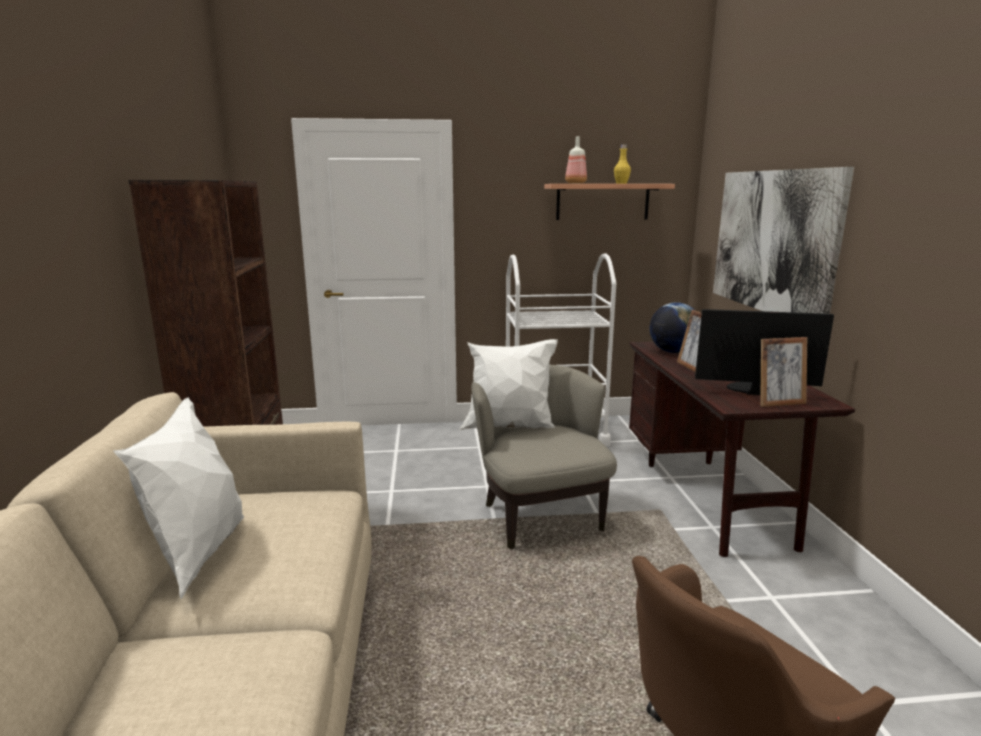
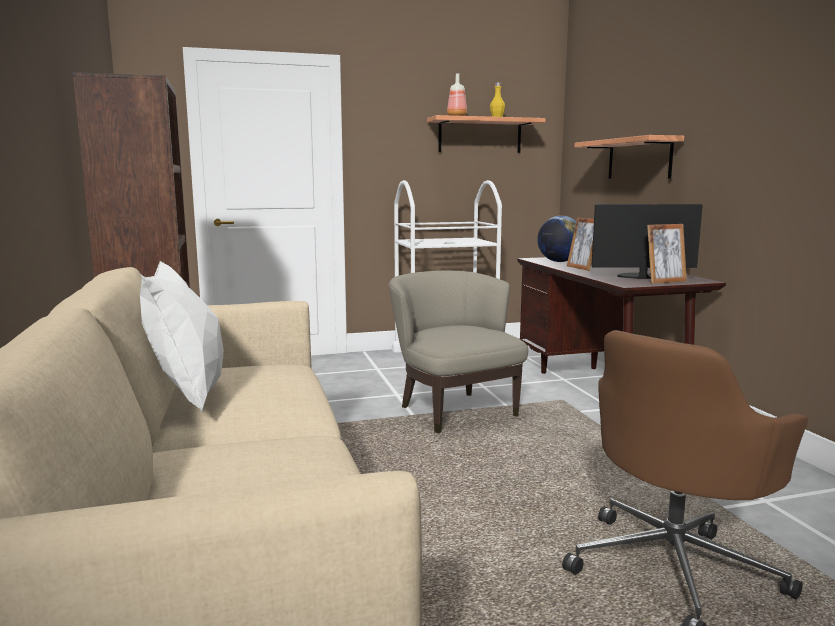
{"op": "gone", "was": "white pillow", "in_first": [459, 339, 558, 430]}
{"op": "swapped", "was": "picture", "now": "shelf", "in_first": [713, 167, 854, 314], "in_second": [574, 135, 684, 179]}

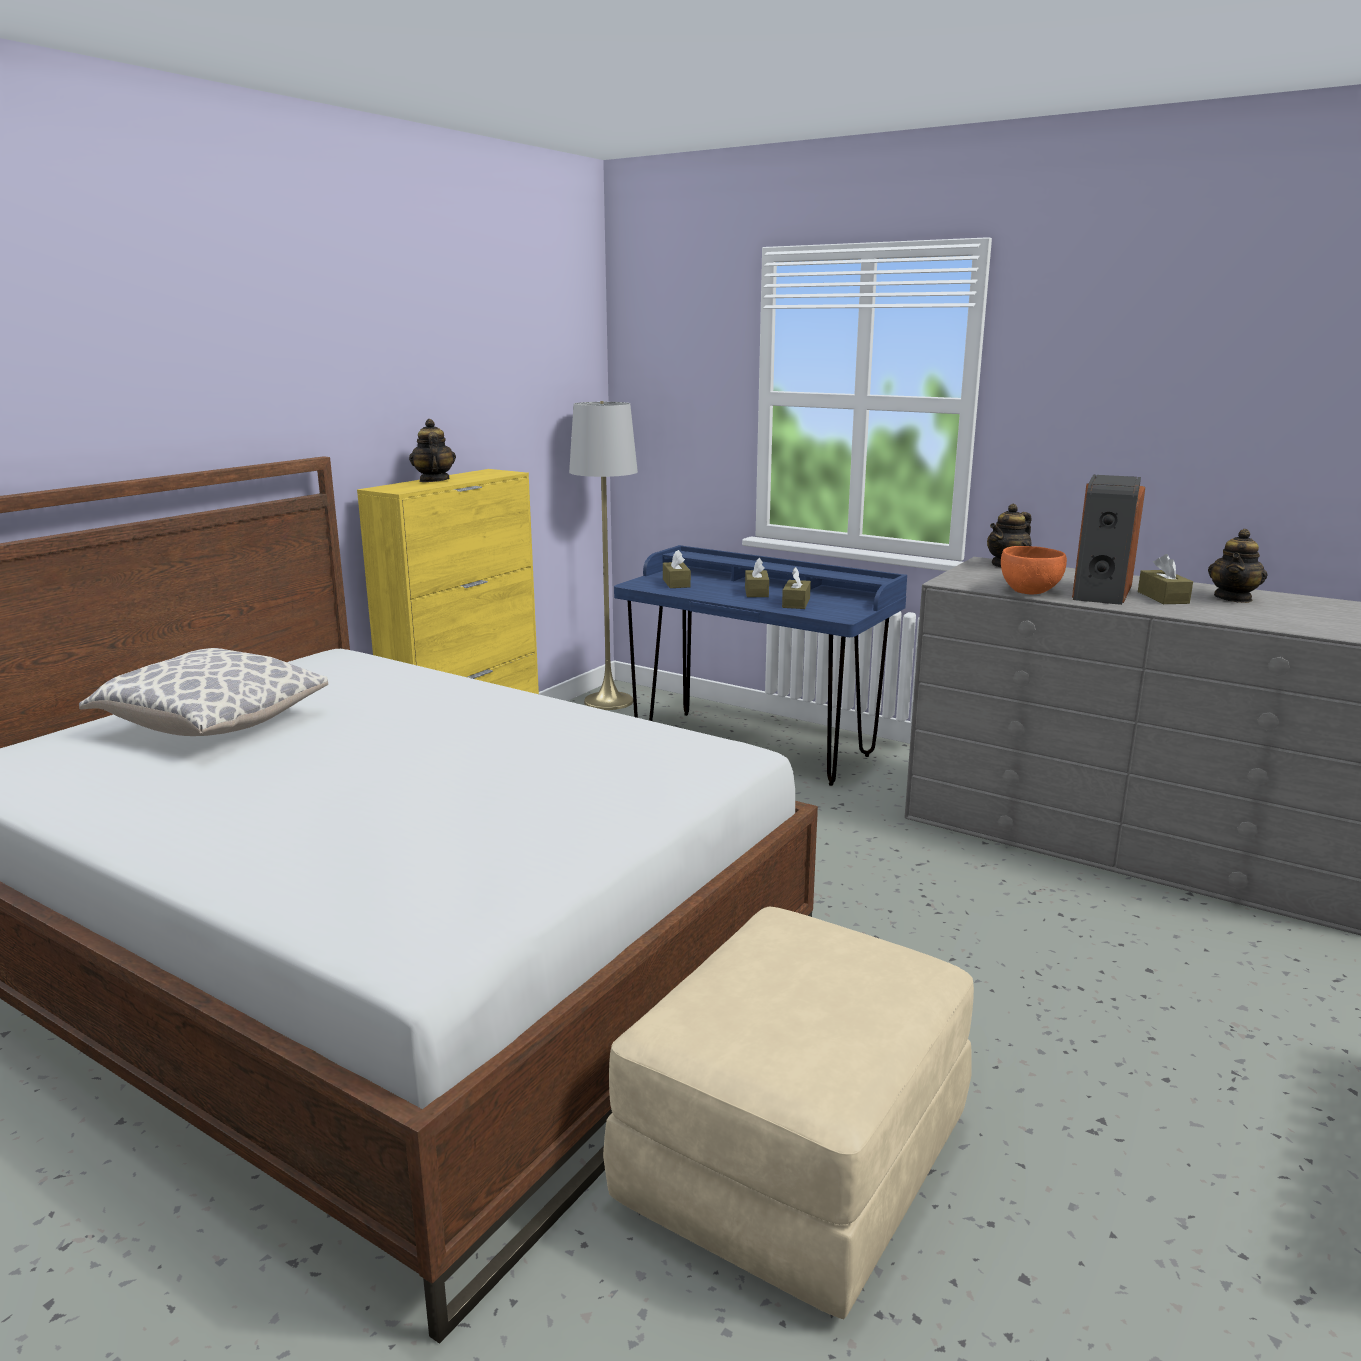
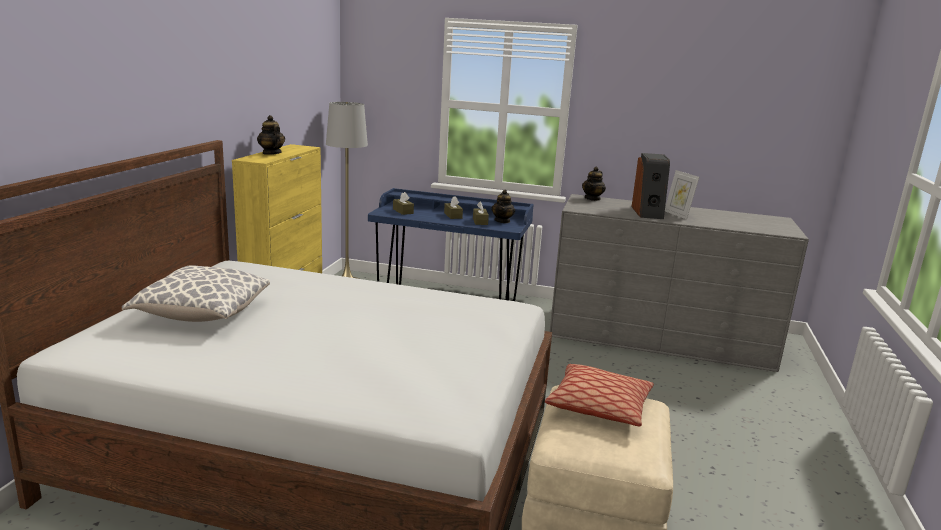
{"op": "gone", "was": "orange bowl", "in_first": [1001, 546, 1067, 594]}
{"op": "swapped", "was": "brown tissue box", "now": "picture frame", "in_first": [1138, 554, 1193, 604], "in_second": [665, 170, 699, 219]}
{"op": "shifted", "was": "teapot", "in_first": [1208, 529, 1268, 603], "in_second": [491, 190, 515, 223]}
{"op": "new", "now": "pillow", "in_second": [545, 364, 654, 426]}

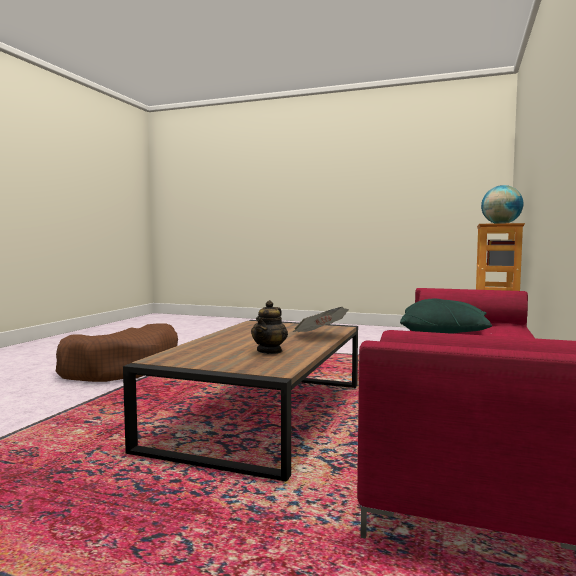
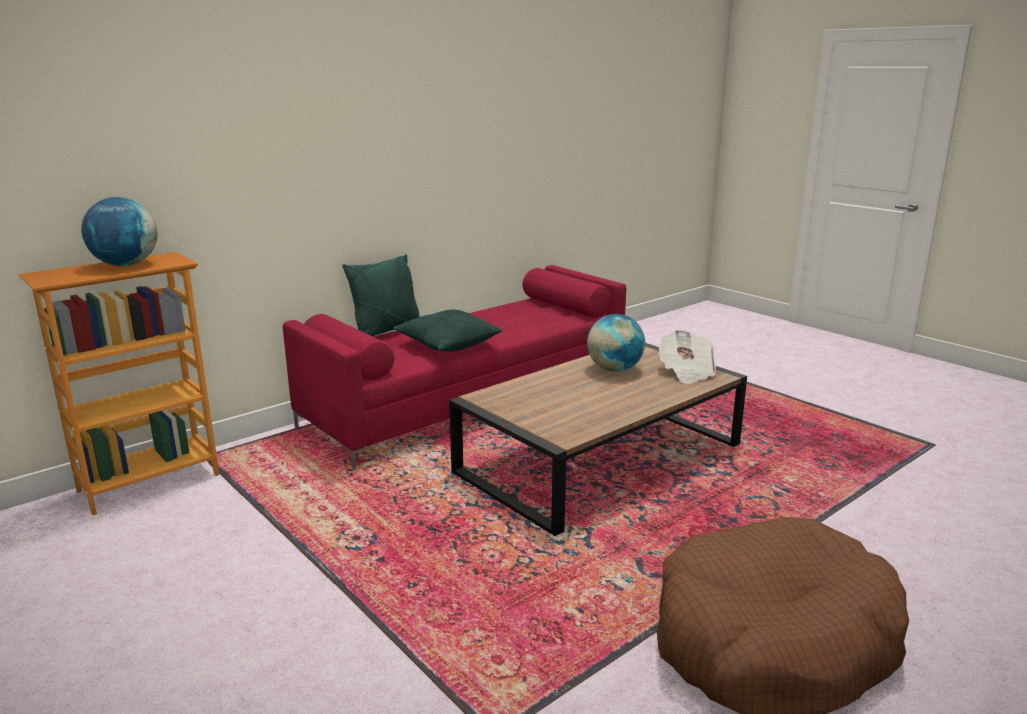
{"op": "swapped", "was": "teapot", "now": "globe", "in_first": [251, 300, 288, 354], "in_second": [587, 314, 645, 372]}
{"op": "shifted", "was": "newspaper", "in_first": [292, 307, 349, 332], "in_second": [658, 329, 716, 384]}
{"op": "new", "now": "green pillow", "in_second": [342, 254, 420, 337]}

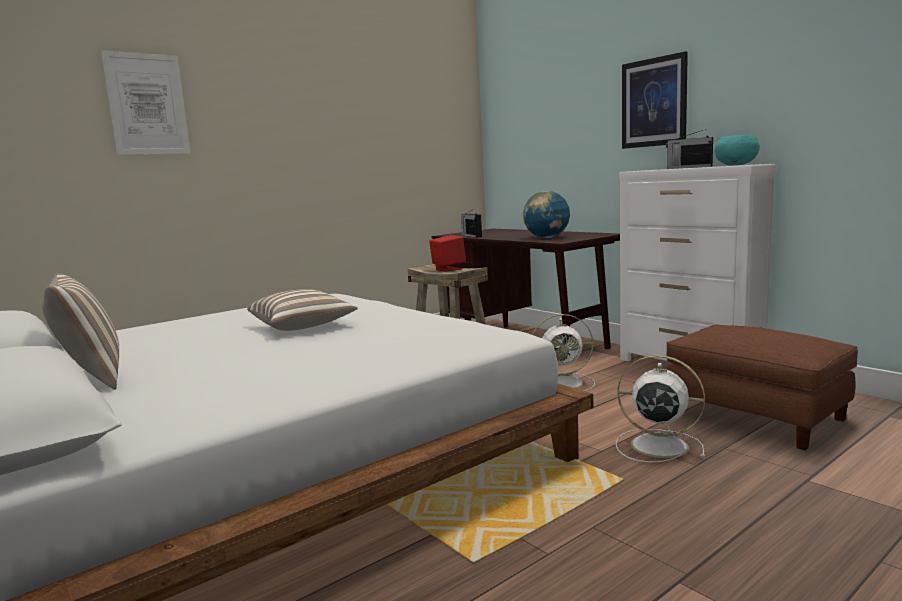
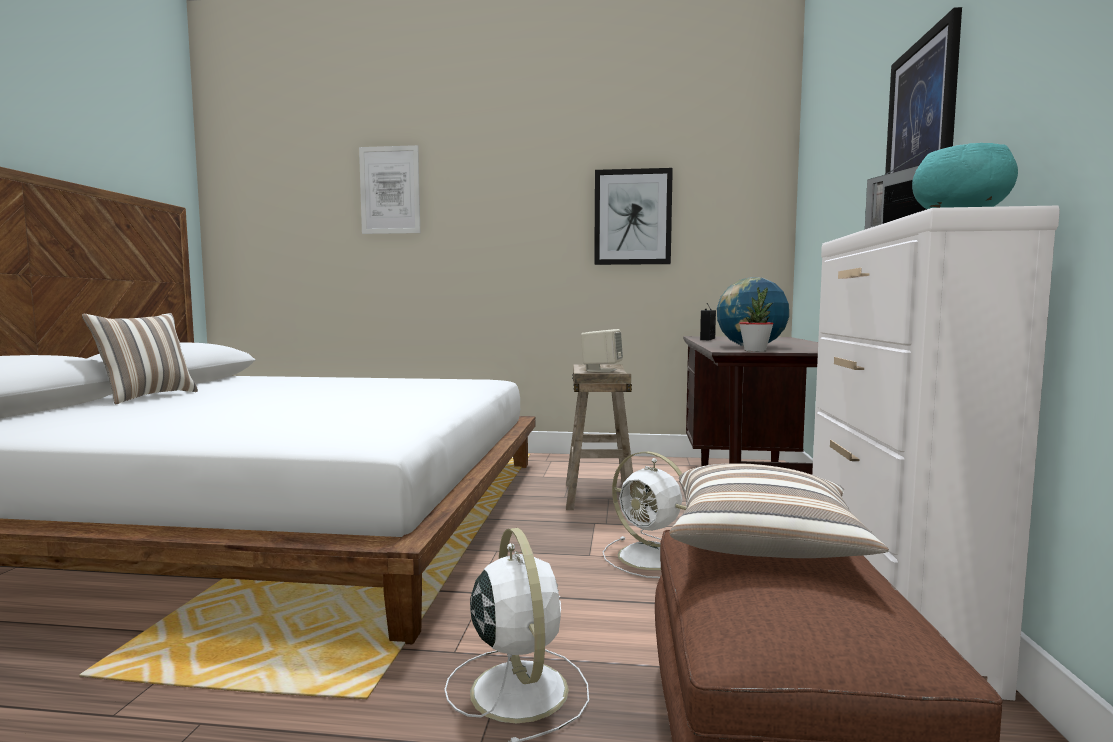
{"op": "shifted", "was": "pillow", "in_first": [247, 289, 358, 331], "in_second": [669, 463, 889, 558]}
{"op": "repainted", "was": "red speaker", "now": "beige speaker", "in_first": [429, 235, 466, 271], "in_second": [581, 329, 623, 373]}
{"op": "new", "now": "picture", "in_second": [594, 168, 673, 265]}
{"op": "new", "now": "potted plant", "in_second": [739, 287, 774, 352]}

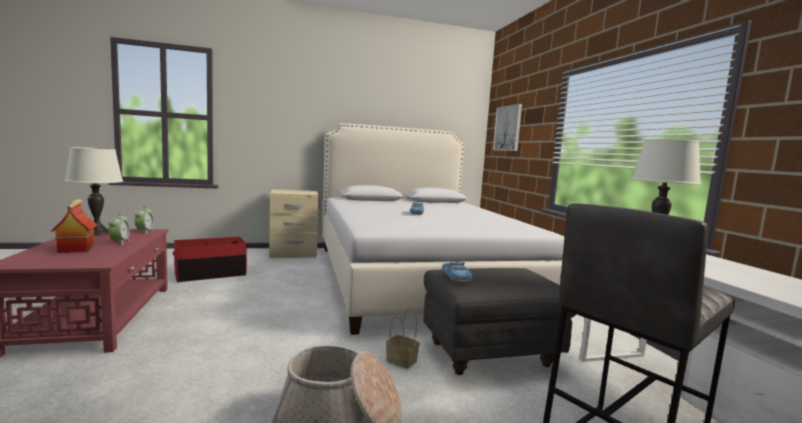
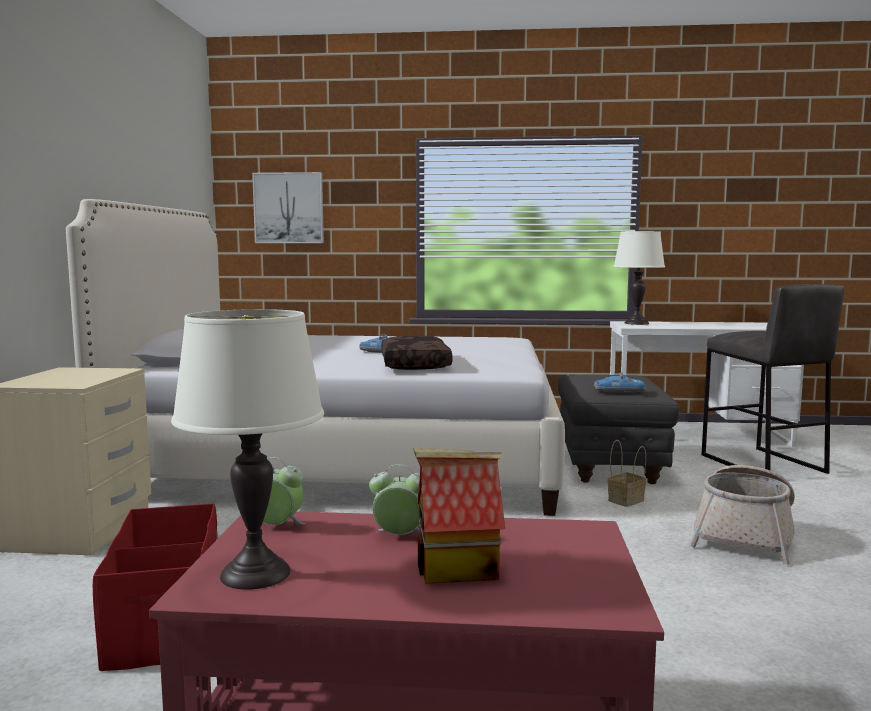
{"op": "new", "now": "brown pillow", "in_second": [381, 336, 452, 370]}

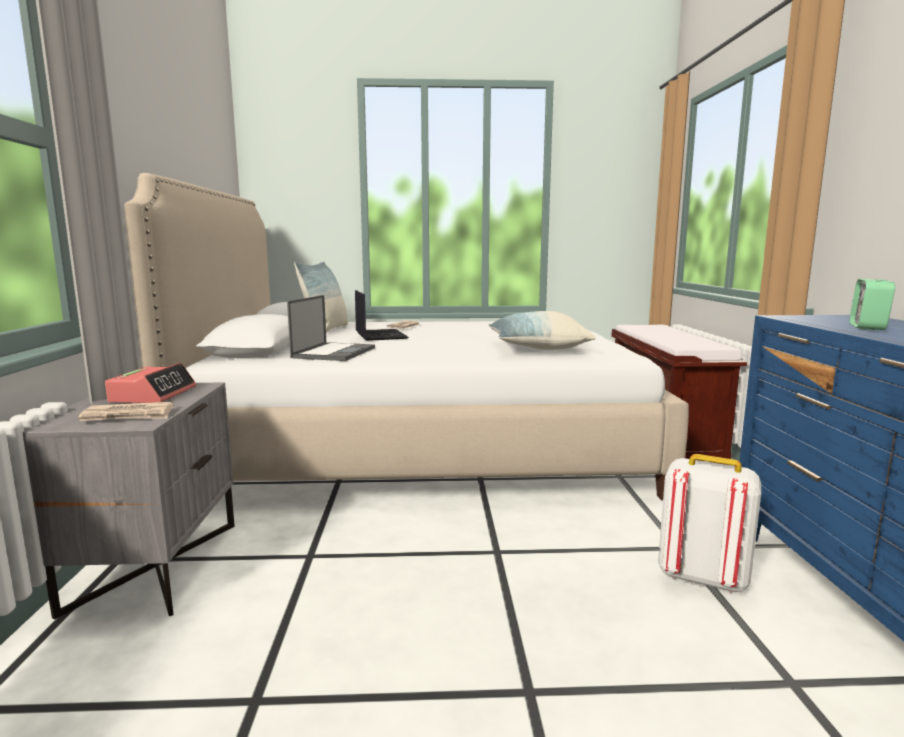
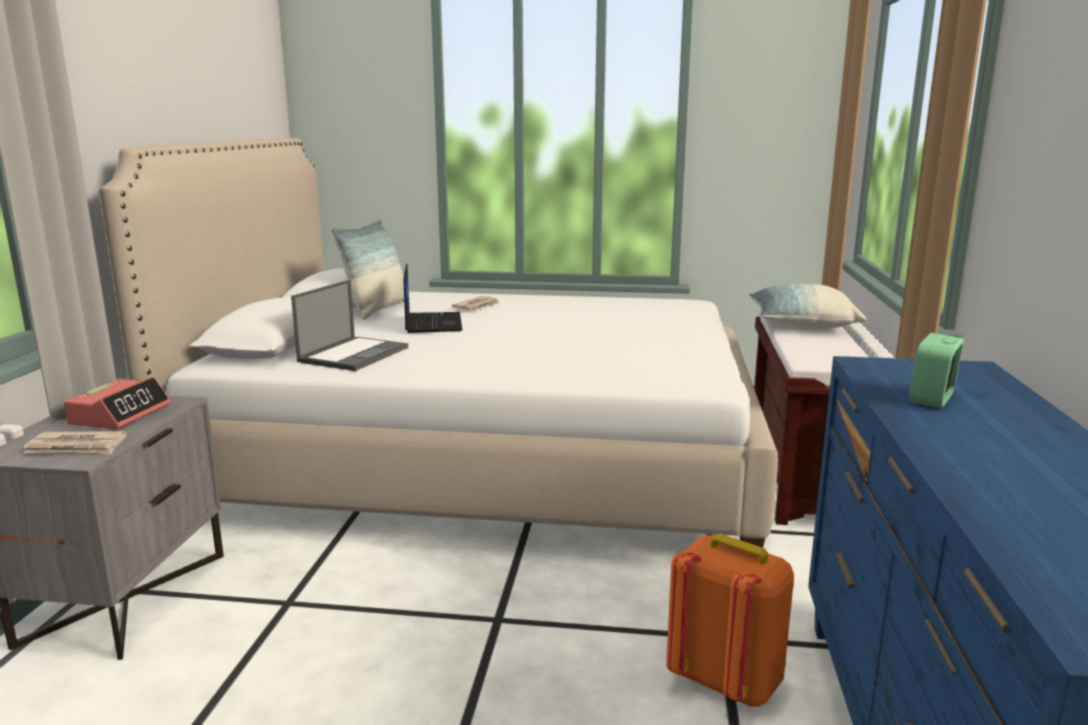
{"op": "shifted", "was": "pillow", "in_first": [489, 311, 596, 350], "in_second": [749, 284, 867, 328]}
{"op": "repainted", "was": "white backpack", "now": "orange backpack", "in_first": [658, 454, 761, 593], "in_second": [666, 534, 794, 707]}

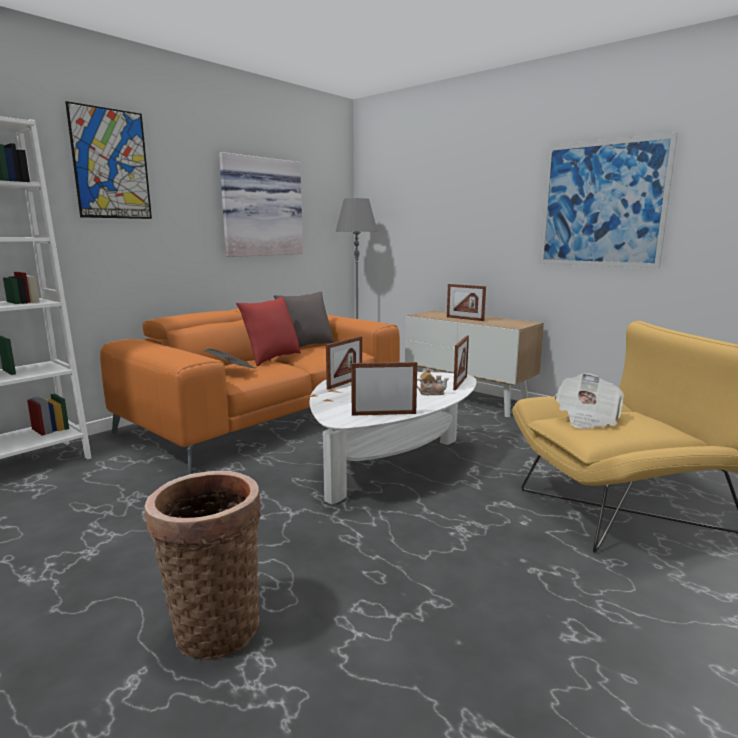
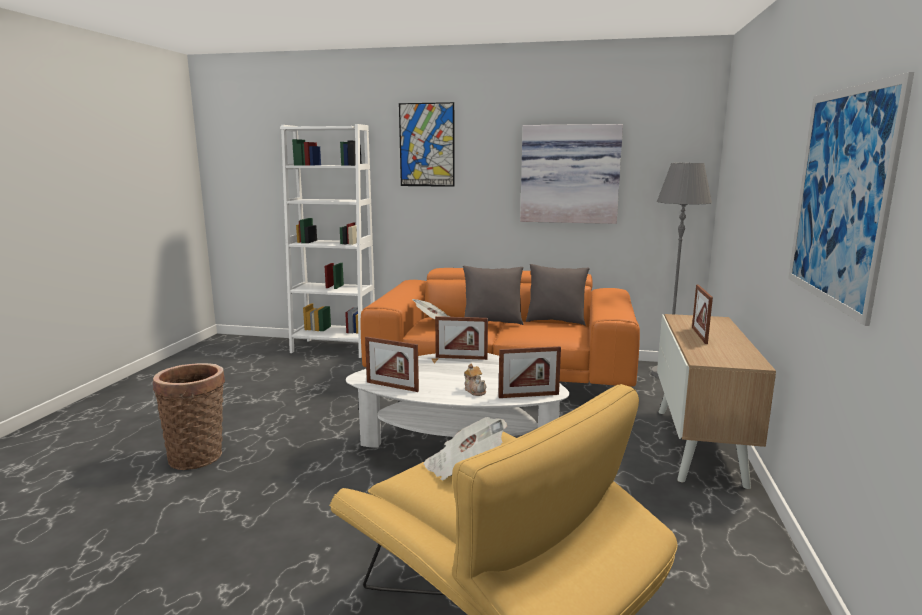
{"op": "repainted", "was": "red pillow", "now": "grey pillow", "in_first": [236, 297, 301, 366], "in_second": [463, 266, 524, 325]}
{"op": "rotated", "was": "picture frame", "in_first": [351, 362, 417, 416], "in_second": [365, 336, 419, 392], "clockwise": 150}

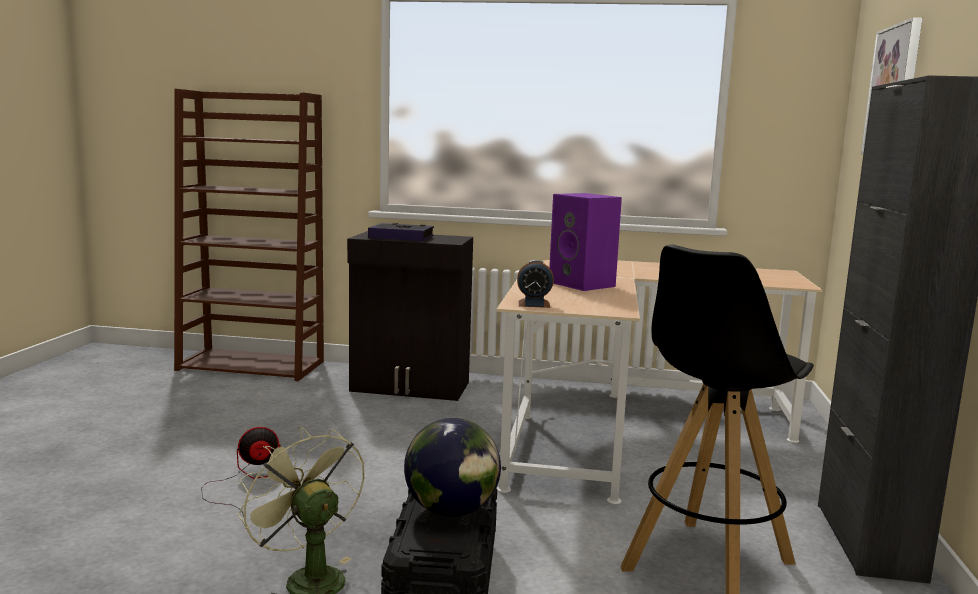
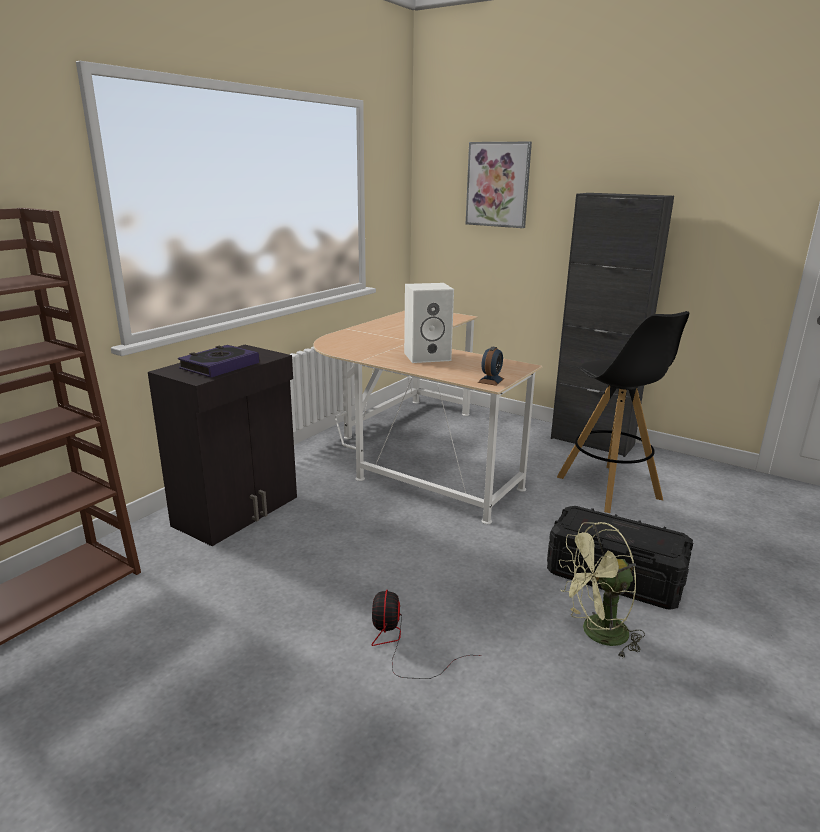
{"op": "gone", "was": "globe", "in_first": [404, 418, 501, 517]}
{"op": "repainted", "was": "purple speaker", "now": "white speaker", "in_first": [549, 193, 622, 291], "in_second": [404, 283, 454, 363]}

